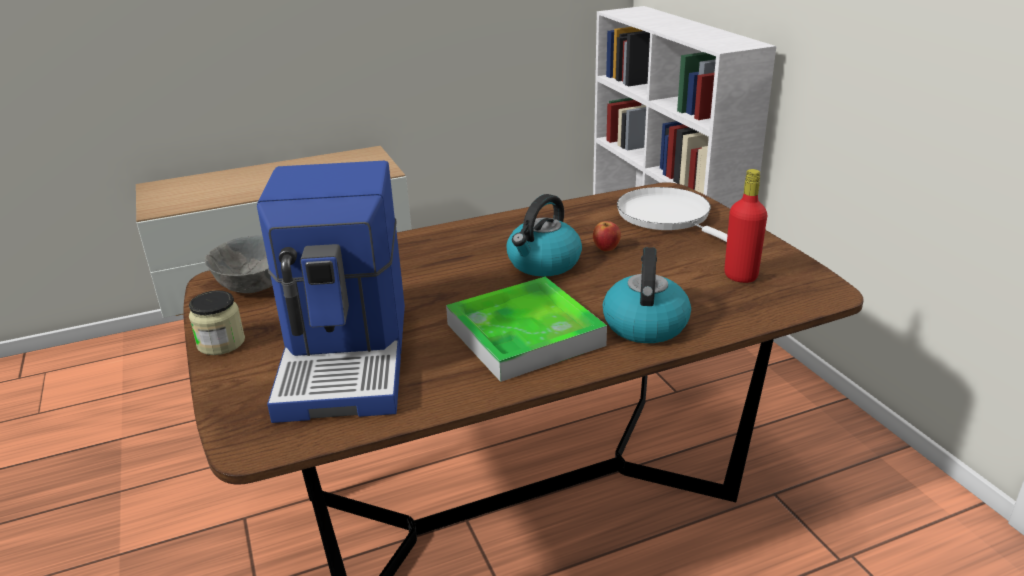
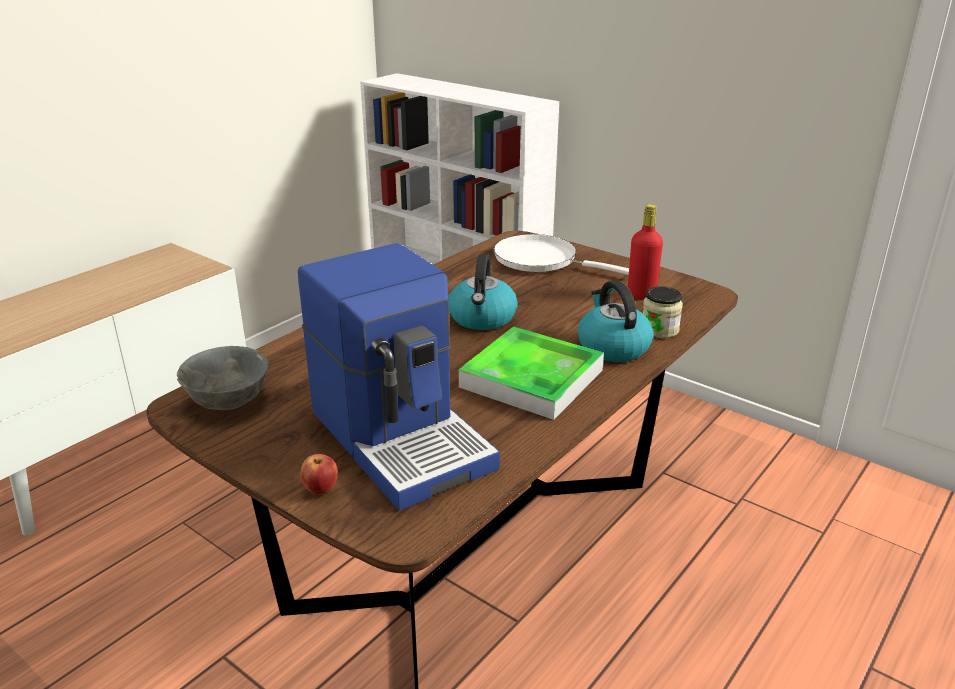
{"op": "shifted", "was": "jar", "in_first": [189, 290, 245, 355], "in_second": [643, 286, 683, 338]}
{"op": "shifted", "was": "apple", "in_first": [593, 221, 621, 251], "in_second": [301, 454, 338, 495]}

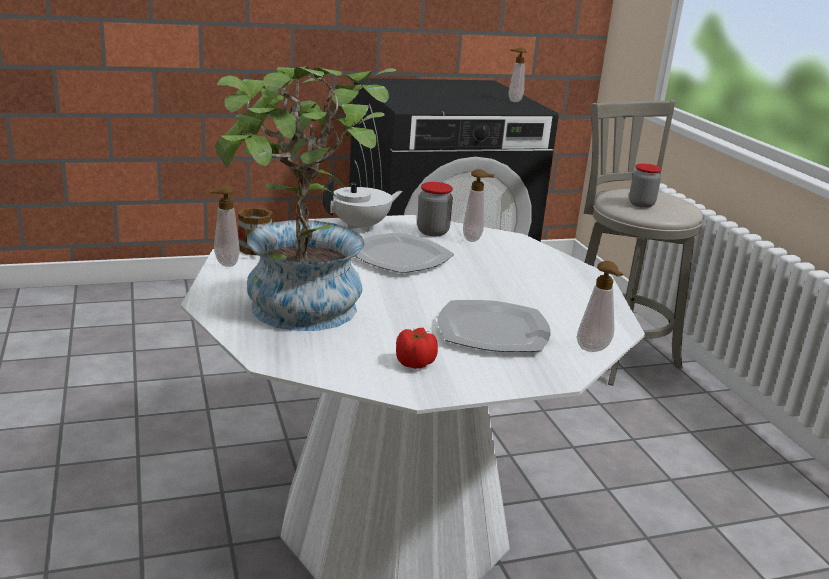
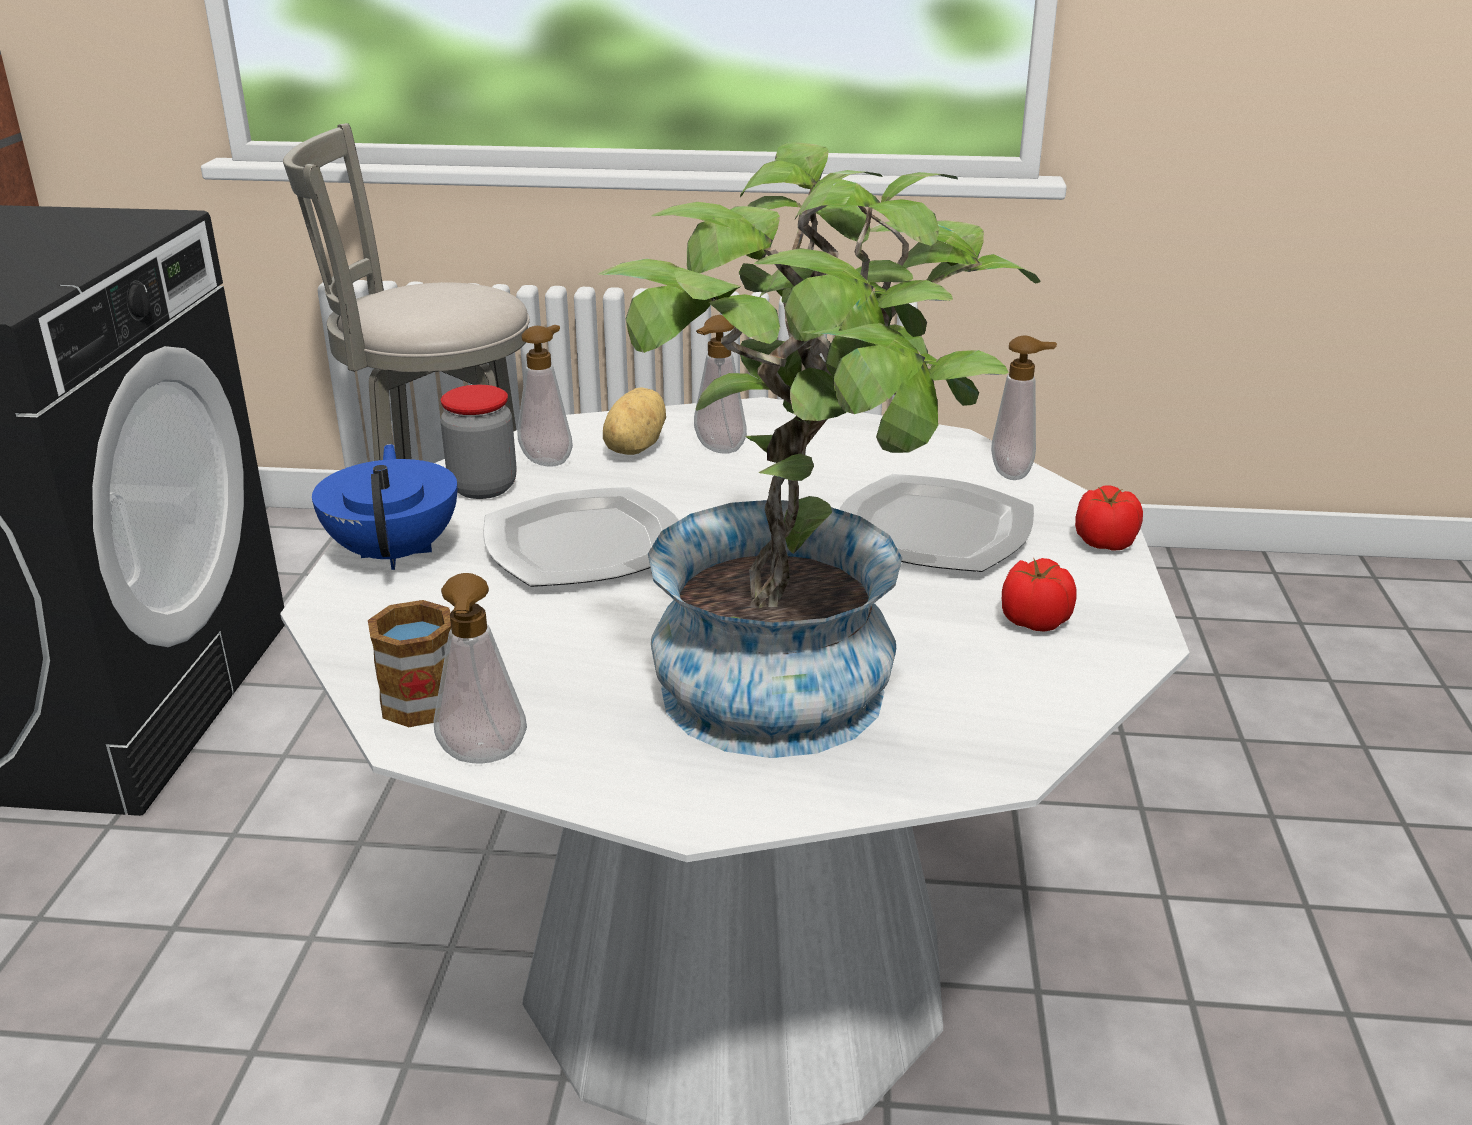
{"op": "repainted", "was": "white teapot", "now": "blue teapot", "in_first": [322, 179, 403, 233], "in_second": [312, 444, 457, 570]}
{"op": "shifted", "was": "soap dispenser", "in_first": [509, 47, 527, 102], "in_second": [694, 315, 747, 454]}
{"op": "gone", "was": "jar", "in_first": [629, 164, 662, 208]}
{"op": "new", "now": "potato", "in_second": [603, 387, 666, 455]}
{"op": "new", "now": "tomato", "in_second": [1075, 485, 1143, 551]}

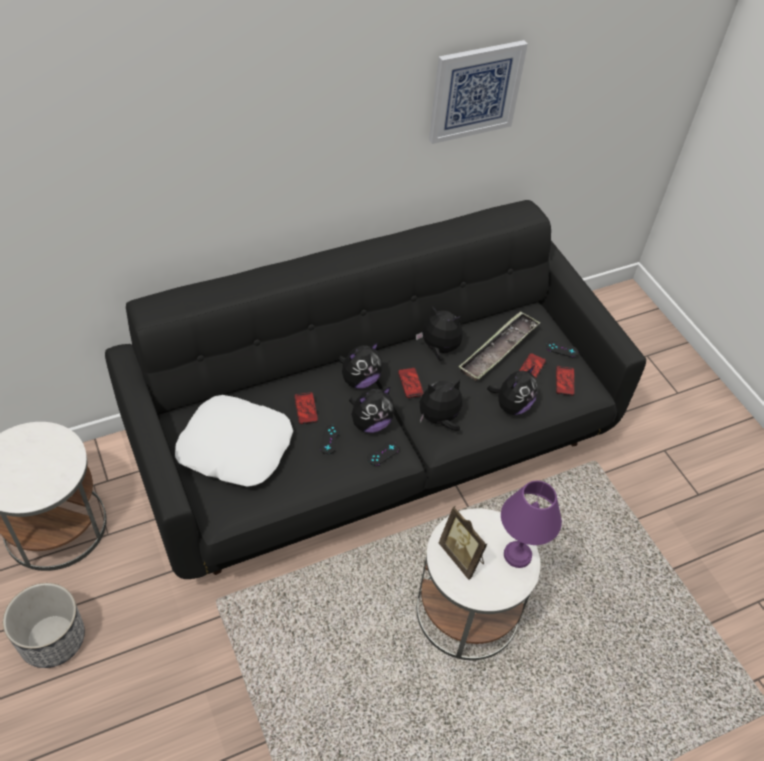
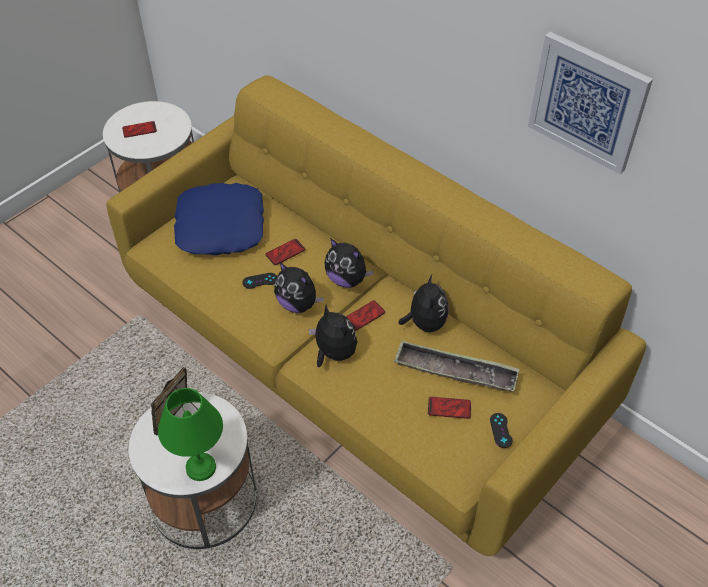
{"op": "gone", "was": "planter", "in_first": [3, 583, 85, 668]}
{"op": "repainted", "was": "black sofa", "now": "yellow sofa", "in_first": [105, 200, 646, 579], "in_second": [106, 75, 646, 556]}
{"op": "repainted", "was": "white pillow", "now": "blue pillow", "in_first": [175, 395, 293, 487], "in_second": [174, 183, 264, 255]}
{"op": "gone", "was": "black game controller", "in_first": [368, 441, 399, 465]}
{"op": "gone", "was": "plush toy", "in_first": [487, 365, 538, 415]}
{"op": "repainted", "was": "purple table lamp", "now": "green table lamp", "in_first": [501, 481, 562, 568], "in_second": [158, 388, 223, 481]}
{"op": "shifted", "was": "phone", "in_first": [556, 366, 575, 396], "in_second": [122, 121, 157, 138]}

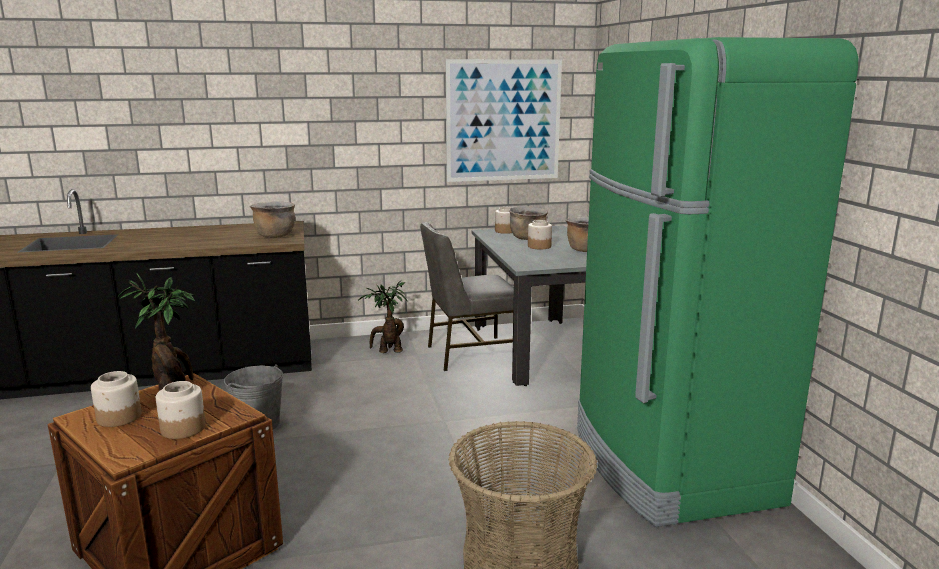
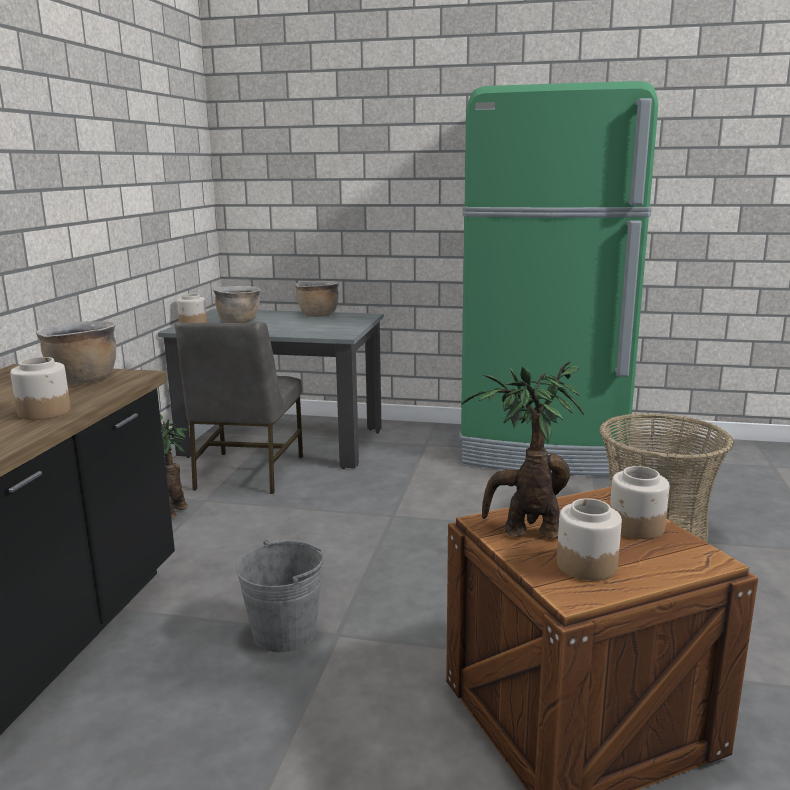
{"op": "gone", "was": "picture", "in_first": [446, 59, 562, 182]}
{"op": "shifted", "was": "jar", "in_first": [528, 220, 552, 249], "in_second": [10, 357, 71, 420]}

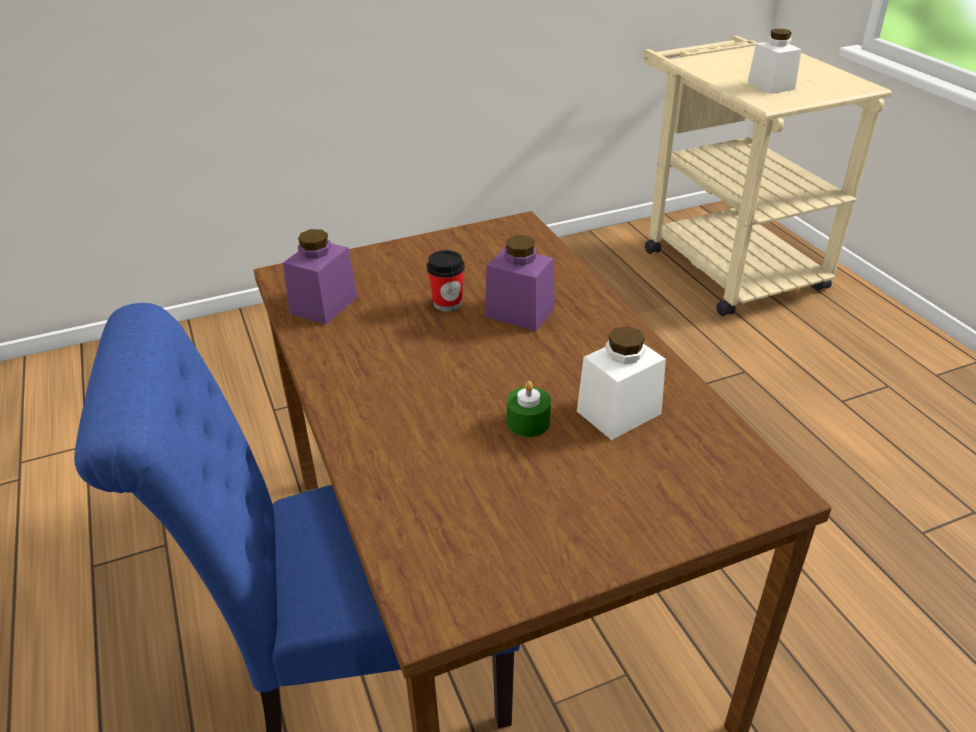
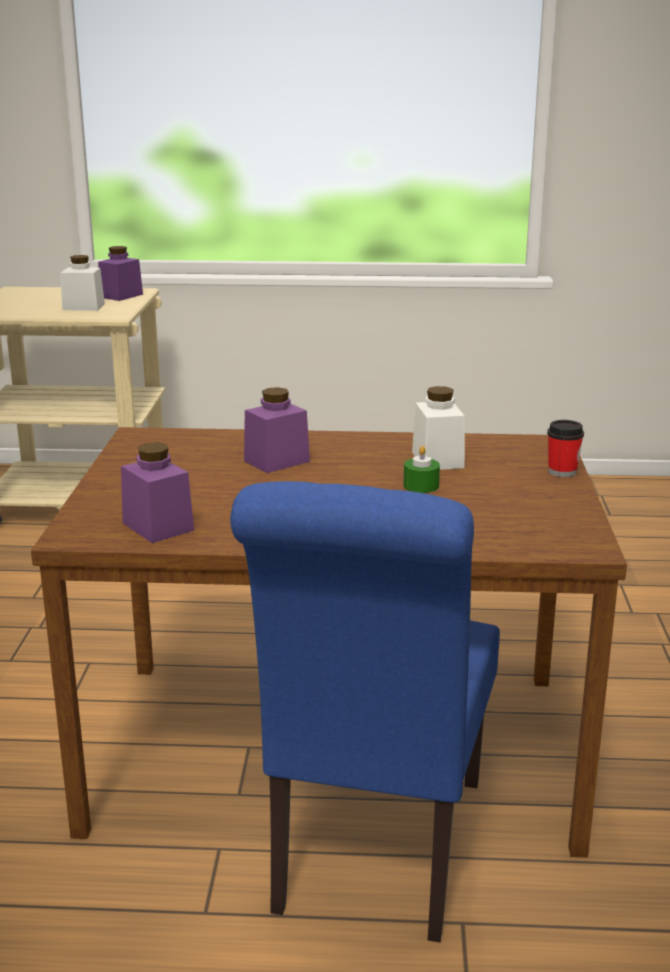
{"op": "shifted", "was": "cup", "in_first": [427, 250, 465, 312], "in_second": [547, 420, 584, 477]}
{"op": "new", "now": "purple jar", "in_second": [98, 246, 143, 301]}

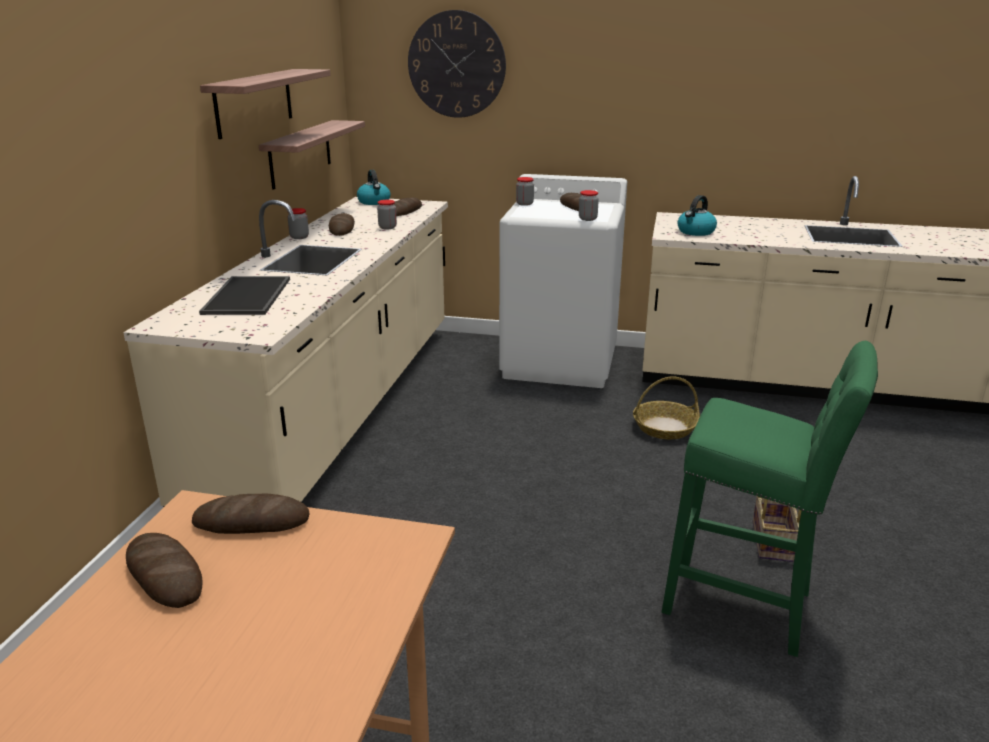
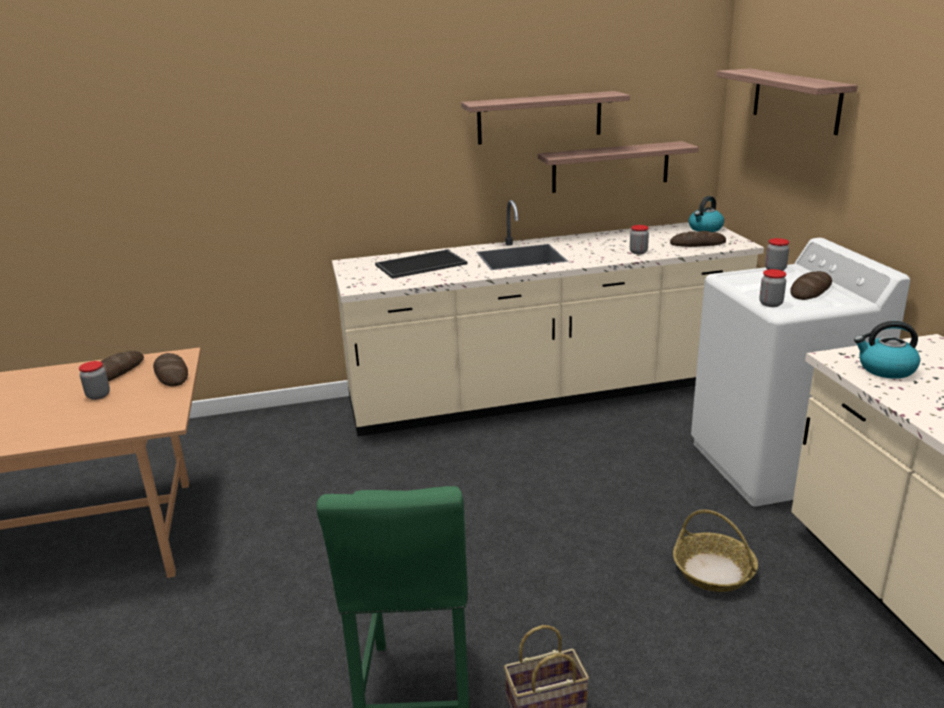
{"op": "shifted", "was": "jar", "in_first": [287, 208, 309, 239], "in_second": [79, 361, 110, 400]}
{"op": "gone", "was": "bread", "in_first": [329, 213, 354, 236]}
{"op": "swapped", "was": "wall clock", "now": "shelf", "in_first": [408, 10, 506, 118], "in_second": [717, 68, 858, 135]}

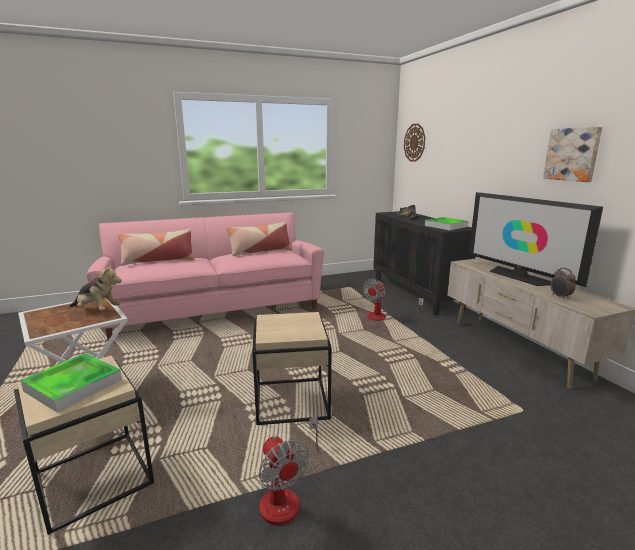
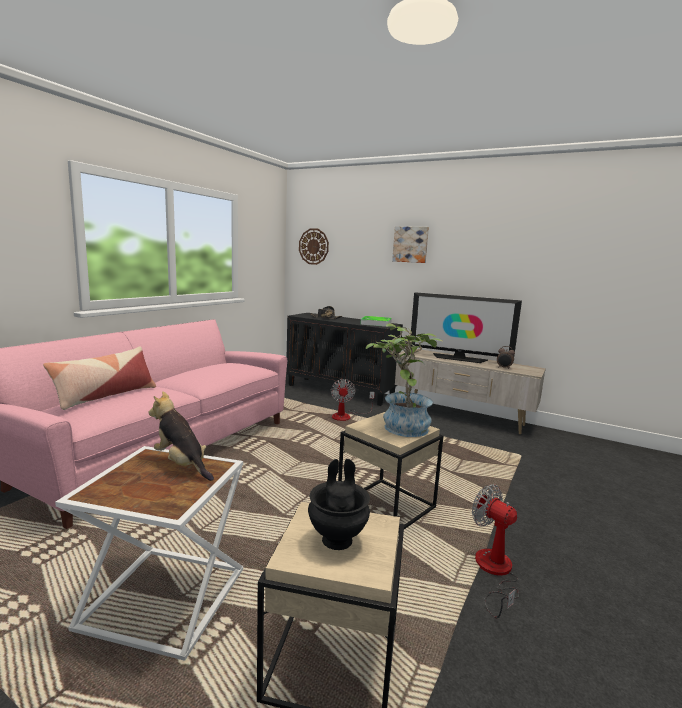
{"op": "swapped", "was": "tray", "now": "black vase", "in_first": [20, 353, 122, 413], "in_second": [308, 459, 370, 550]}
{"op": "rotated", "was": "plush toy", "in_first": [69, 264, 122, 311], "in_second": [149, 392, 214, 481], "clockwise": -120}
{"op": "gone", "was": "pillow", "in_first": [226, 221, 292, 256]}
{"op": "rotated", "was": "fan", "in_first": [259, 416, 319, 525], "in_second": [472, 484, 519, 619], "clockwise": -150}
{"op": "shifted", "was": "picture", "in_first": [543, 127, 602, 182], "in_second": [392, 226, 429, 263]}
{"op": "new", "now": "potted plant", "in_second": [366, 323, 442, 437]}

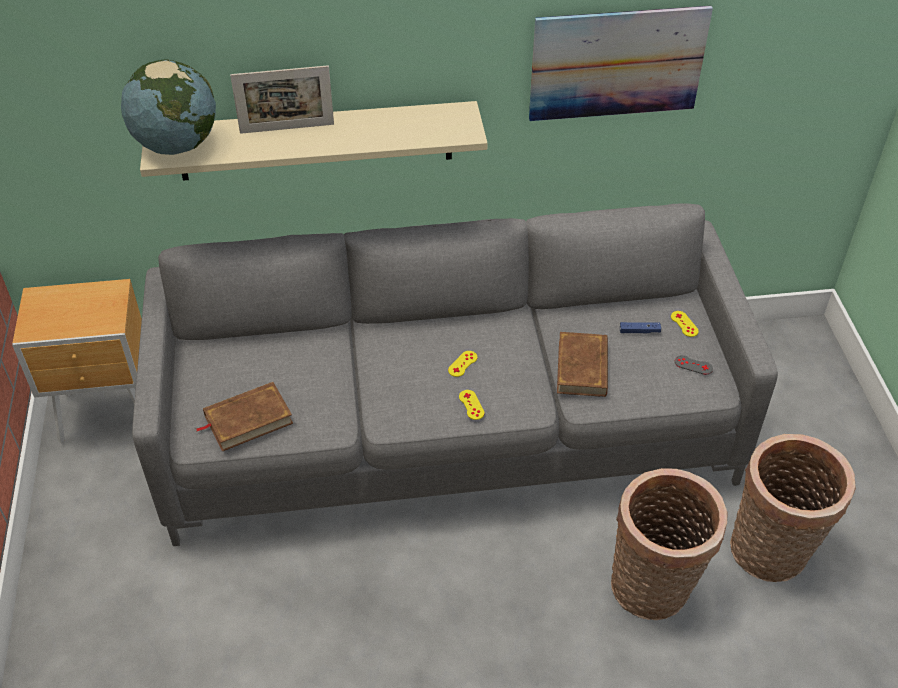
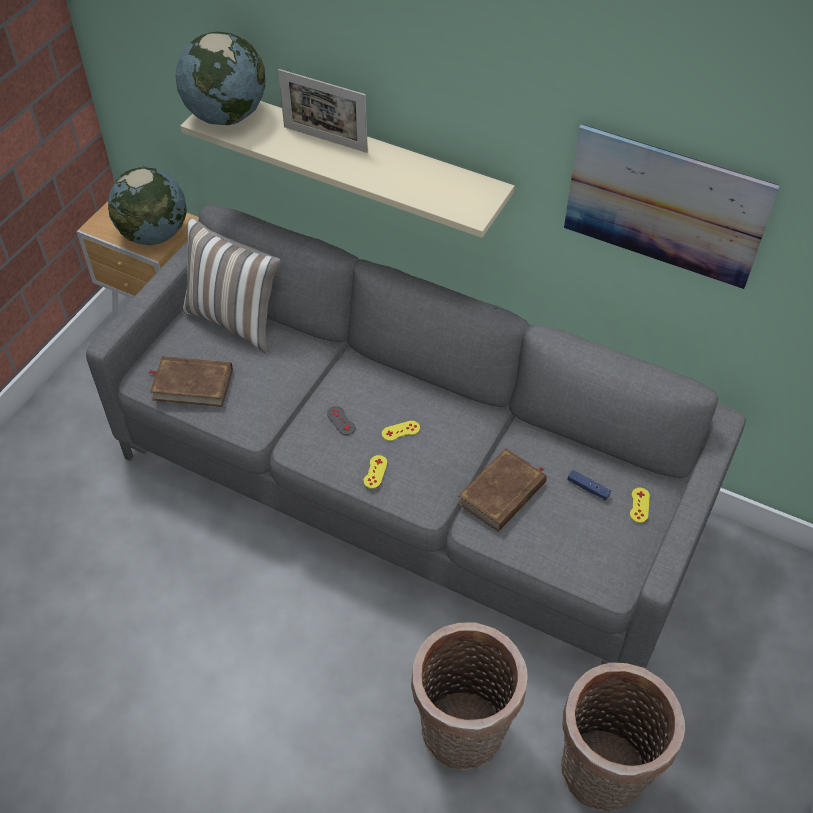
{"op": "shifted", "was": "grey game controller", "in_first": [675, 355, 713, 375], "in_second": [327, 406, 355, 435]}
{"op": "new", "now": "globe", "in_second": [108, 166, 187, 245]}
{"op": "new", "now": "pillow", "in_second": [183, 217, 280, 353]}

